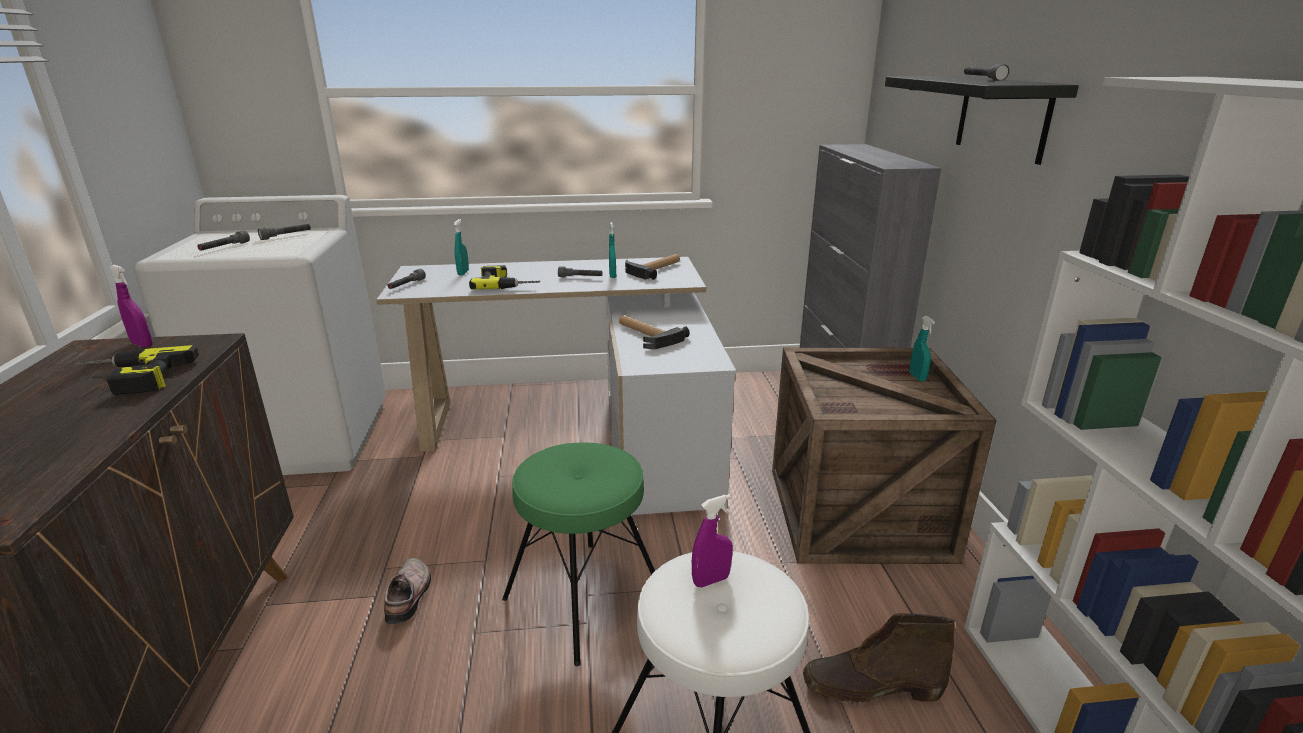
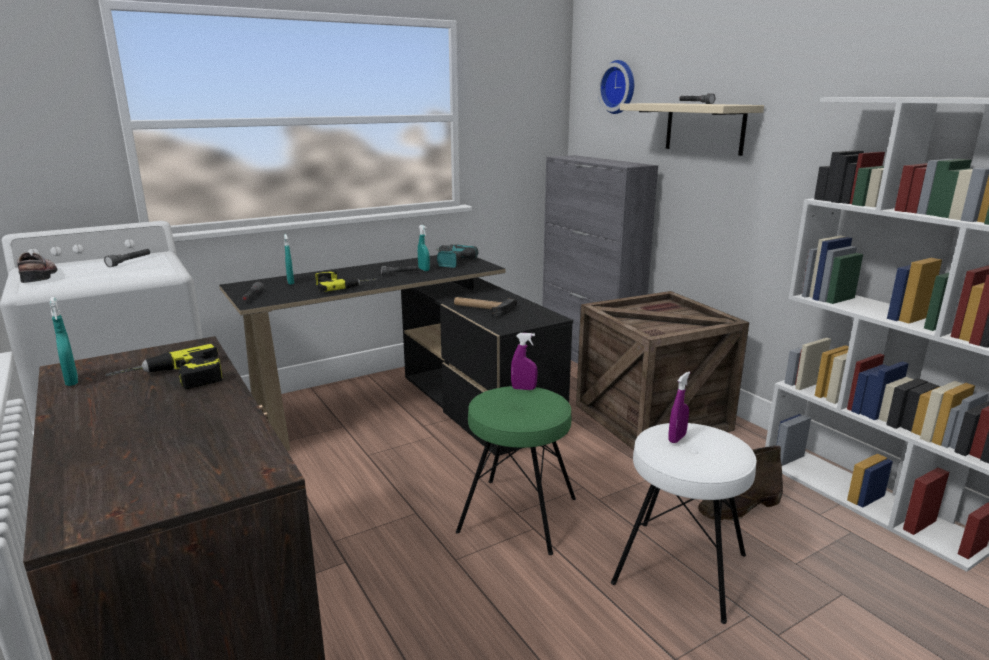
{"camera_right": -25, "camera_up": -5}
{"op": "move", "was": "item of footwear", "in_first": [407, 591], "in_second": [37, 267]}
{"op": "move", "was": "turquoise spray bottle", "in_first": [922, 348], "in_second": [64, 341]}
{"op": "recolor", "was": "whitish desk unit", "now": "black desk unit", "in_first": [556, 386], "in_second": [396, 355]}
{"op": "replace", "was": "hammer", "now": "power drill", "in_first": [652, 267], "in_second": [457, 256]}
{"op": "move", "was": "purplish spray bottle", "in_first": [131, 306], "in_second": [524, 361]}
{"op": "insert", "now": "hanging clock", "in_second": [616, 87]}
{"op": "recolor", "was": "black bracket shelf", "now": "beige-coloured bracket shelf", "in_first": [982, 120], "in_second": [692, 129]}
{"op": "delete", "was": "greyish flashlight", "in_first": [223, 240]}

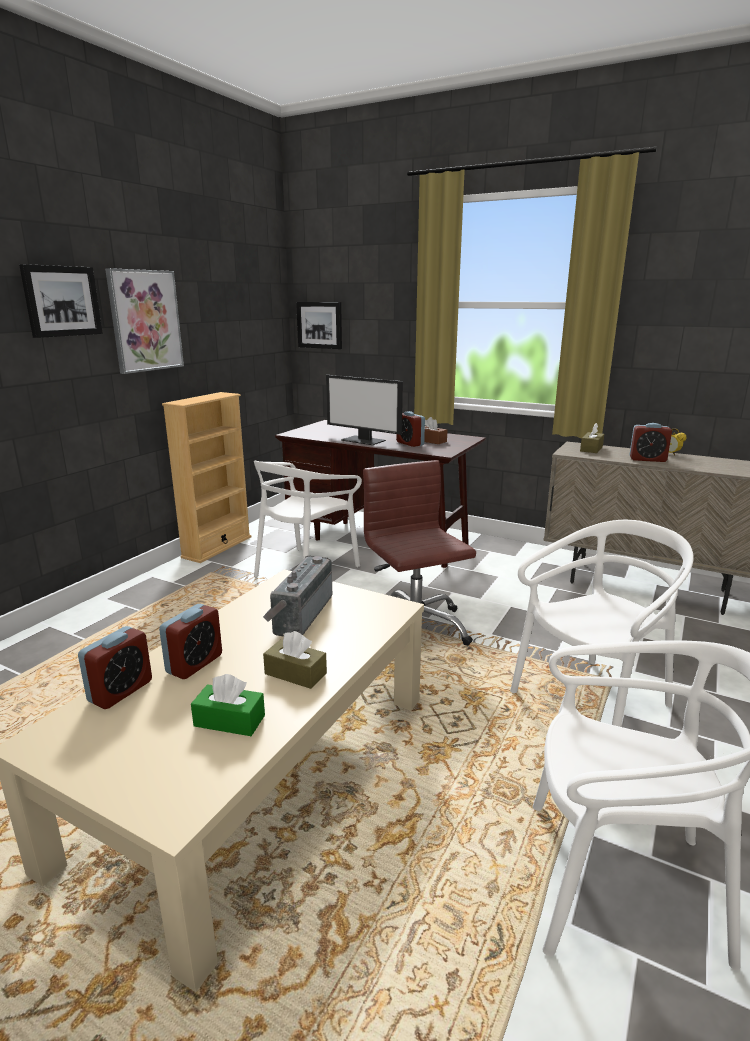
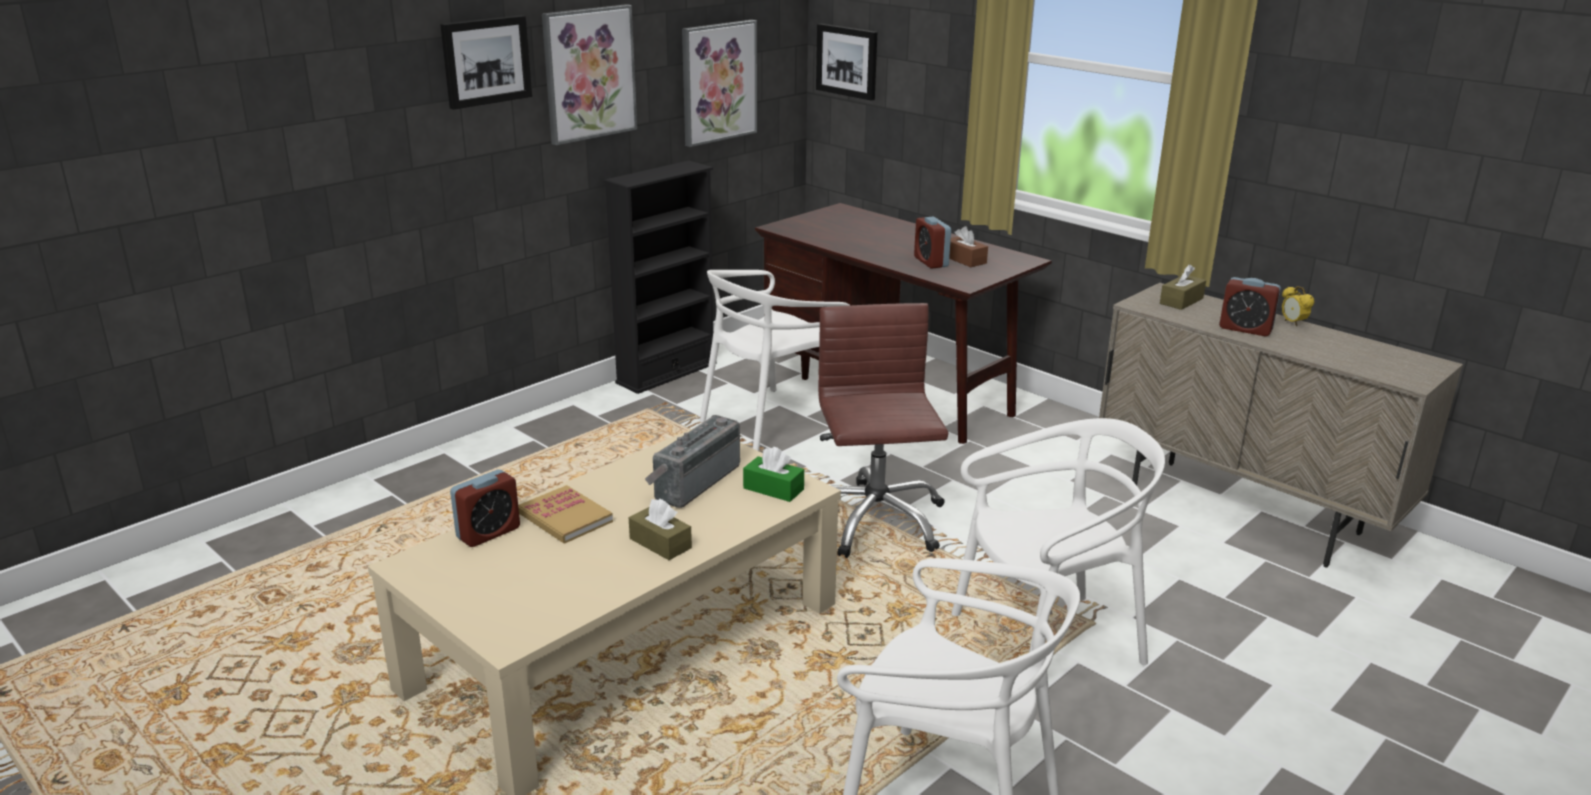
{"camera_right": 15, "camera_up": 5}
{"op": "replace", "was": "table clock", "now": "volume", "in_first": [190, 641], "in_second": [565, 514]}
{"op": "recolor", "was": "beige-coloured shelving unit", "now": "black shelving unit", "in_first": [207, 477], "in_second": [660, 277]}
{"op": "insert", "now": "wall art", "in_second": [719, 83]}
{"op": "move", "was": "green tissue holder", "in_first": [228, 705], "in_second": [773, 474]}
{"op": "delete", "was": "computer display", "in_first": [364, 410]}

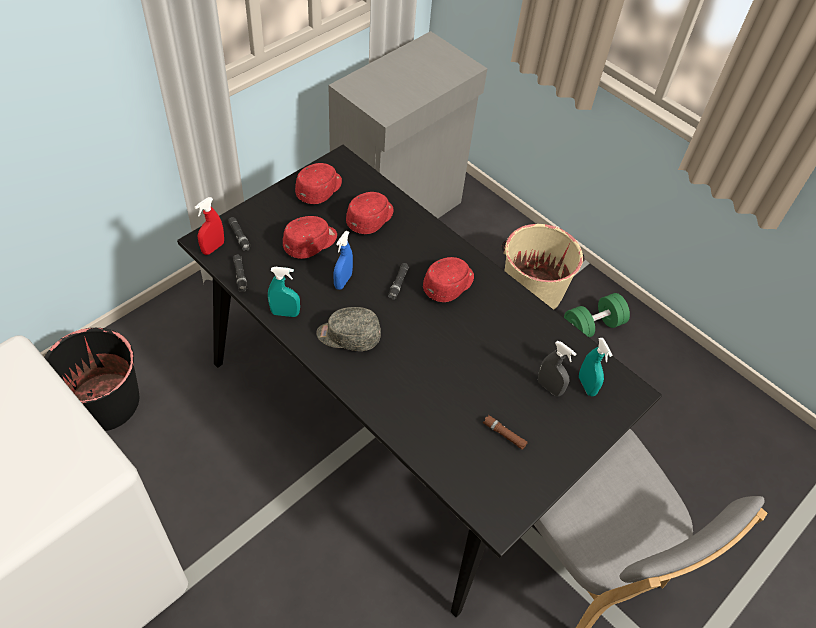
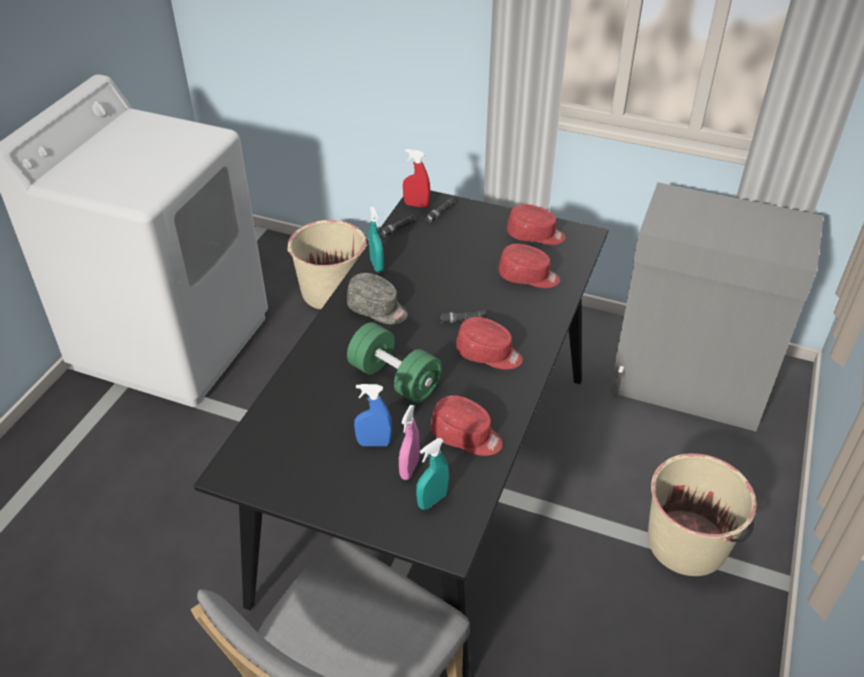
{"camera_right": 70, "camera_up": -10}
{"op": "recolor", "was": "black pail", "now": "beige-coloured pail", "in_first": [91, 379], "in_second": [327, 265]}
{"op": "rotate", "was": "greyish cap", "in_first": [348, 329], "in_second": [377, 298], "clockwise": 135}
{"op": "move", "was": "green hand weight", "in_first": [597, 315], "in_second": [394, 362]}
{"op": "move", "was": "bluish spray bottle", "in_first": [343, 260], "in_second": [373, 415]}
{"op": "recolor", "was": "greyish spray bottle", "now": "pinkish spray bottle", "in_first": [557, 368], "in_second": [409, 442]}
{"op": "move", "was": "red cap", "in_first": [310, 237], "in_second": [467, 425]}
{"op": "delete", "was": "brown flashlight", "in_first": [505, 432]}

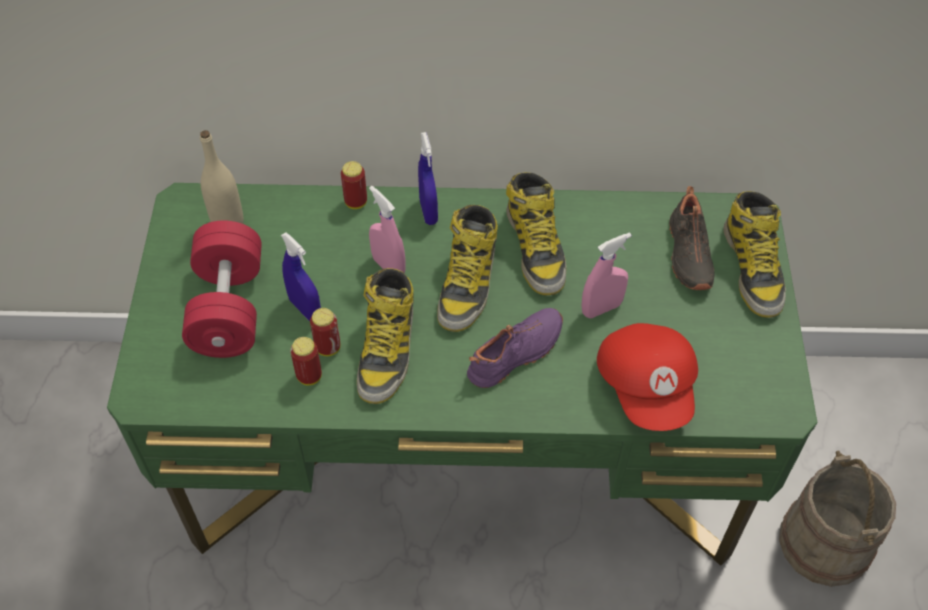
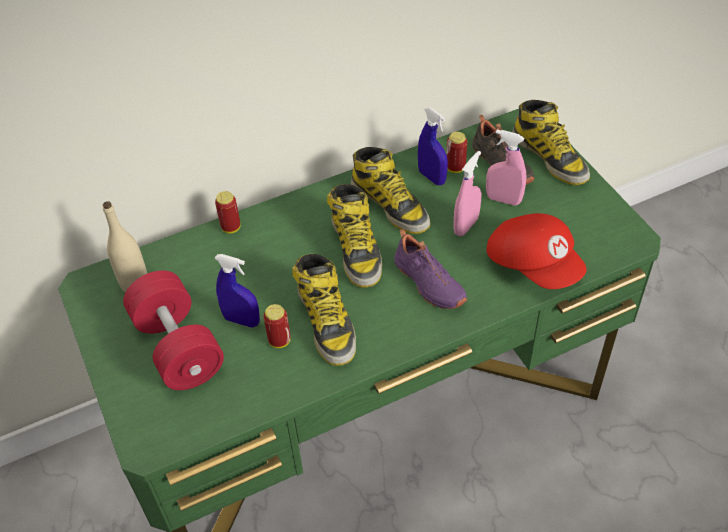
{"camera_right": -25, "camera_up": -5}
{"op": "rotate", "was": "purplish item of footwear", "in_first": [515, 348], "in_second": [430, 269], "clockwise": 120}
{"op": "move", "was": "bluish spray bottle", "in_first": [428, 178], "in_second": [433, 146]}
{"op": "move", "was": "sealed can", "in_first": [306, 361], "in_second": [456, 152]}
{"op": "move", "was": "pinkish spray bottle", "in_first": [387, 230], "in_second": [506, 168]}
{"op": "delete", "was": "beige-coloured pail", "in_first": [837, 519]}

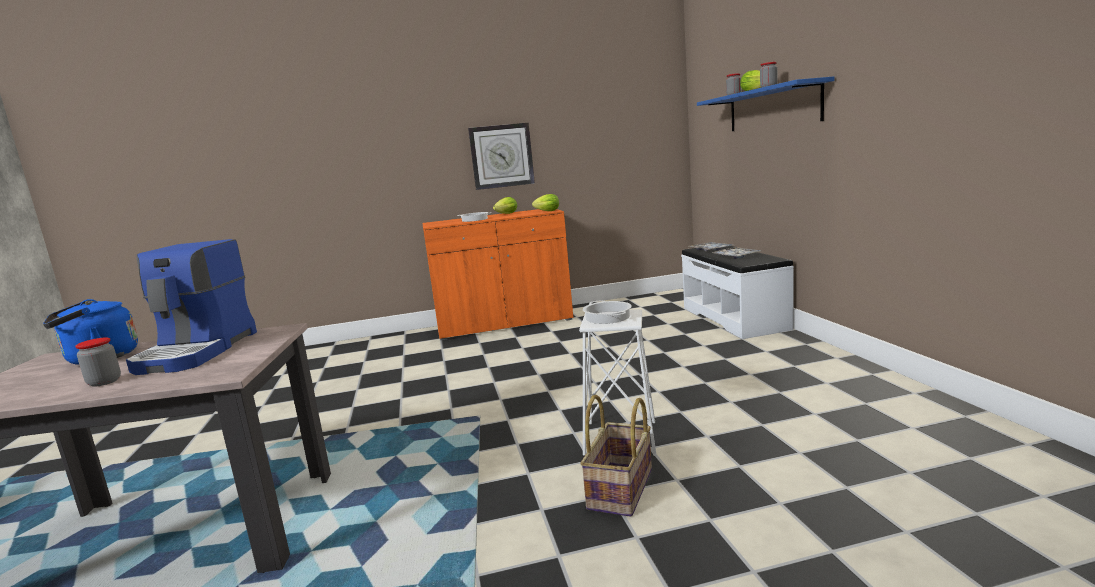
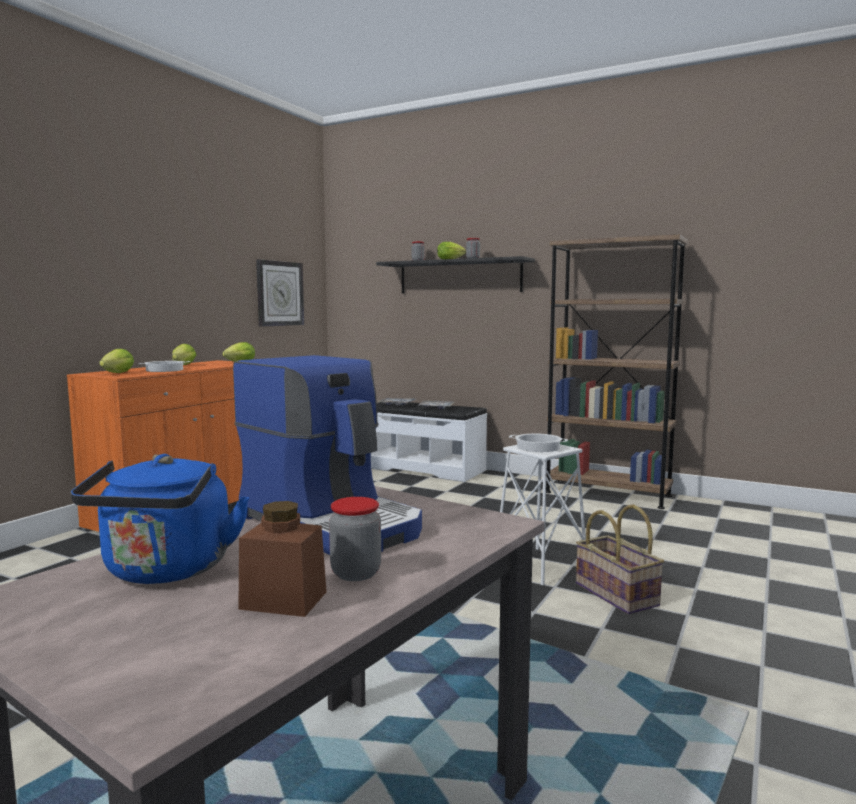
{"camera_right": -50, "camera_up": -5}
{"op": "insert", "now": "lettuce head", "in_second": [116, 361]}
{"op": "insert", "now": "brown jar", "in_second": [283, 559]}
{"op": "move", "was": "hanging clock", "in_first": [501, 156], "in_second": [280, 293]}
{"op": "recolor", "was": "bluish bracket shelf", "now": "black bracket shelf", "in_first": [766, 103], "in_second": [455, 274]}
{"op": "insert", "now": "brown shelving unit", "in_second": [617, 371]}

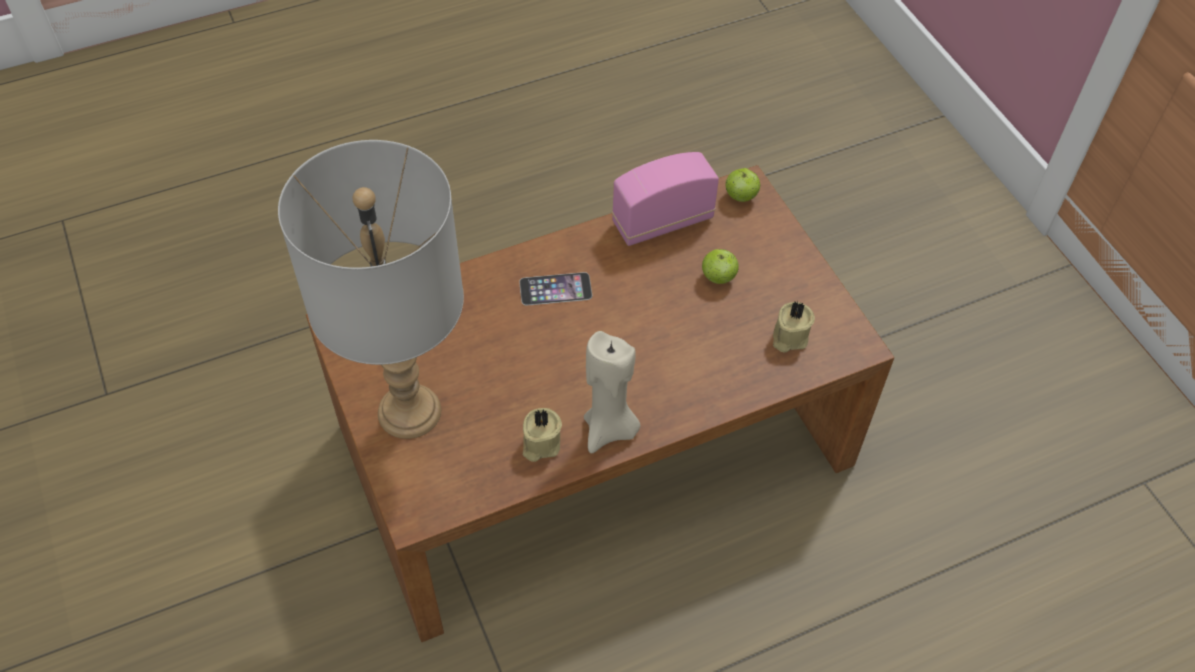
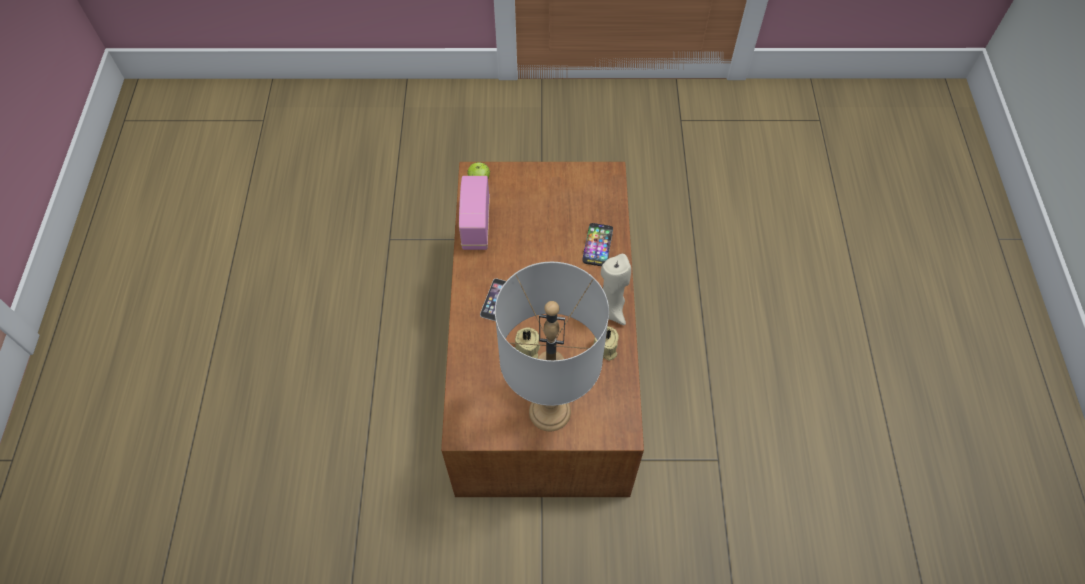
{"camera_right": -65, "camera_up": 5}
{"op": "move", "was": "beige-coloured candle", "in_first": [794, 326], "in_second": [527, 343]}
{"op": "insert", "now": "telephone", "in_second": [597, 244]}
{"op": "delete", "was": "apple fruit", "in_first": [720, 266]}

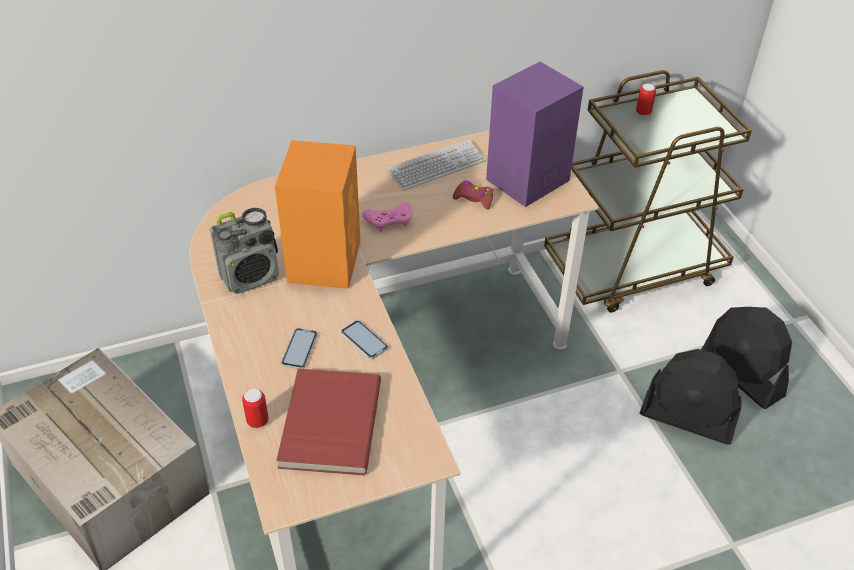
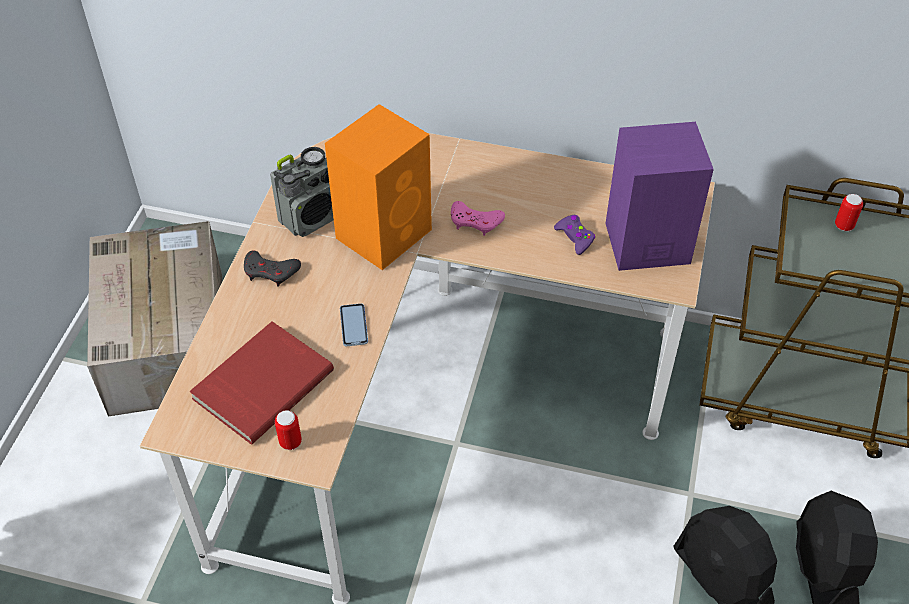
{"camera_right": 35, "camera_up": 5}
{"op": "insert", "now": "greyish joypad", "in_second": [272, 268]}
{"op": "rotate", "was": "radio set", "in_first": [244, 251], "in_second": [302, 192], "clockwise": -45}
{"op": "move", "was": "sealed can", "in_first": [255, 408], "in_second": [288, 430]}
{"op": "recolor", "was": "red joypad", "now": "purplish joypad", "in_first": [473, 195], "in_second": [574, 235]}
{"op": "delete", "was": "telephone", "in_first": [299, 348]}
{"op": "delete", "was": "keyboard", "in_first": [436, 164]}

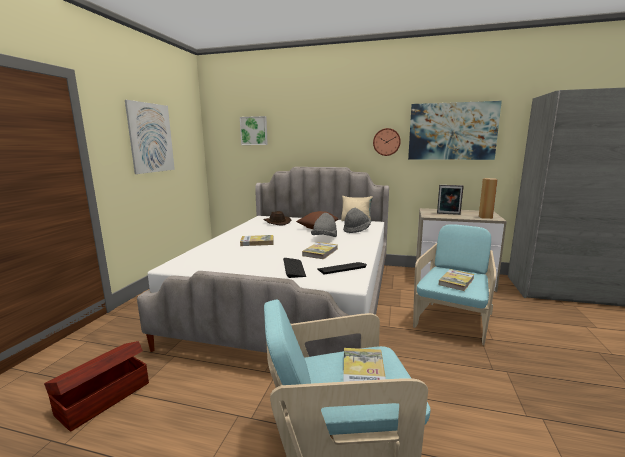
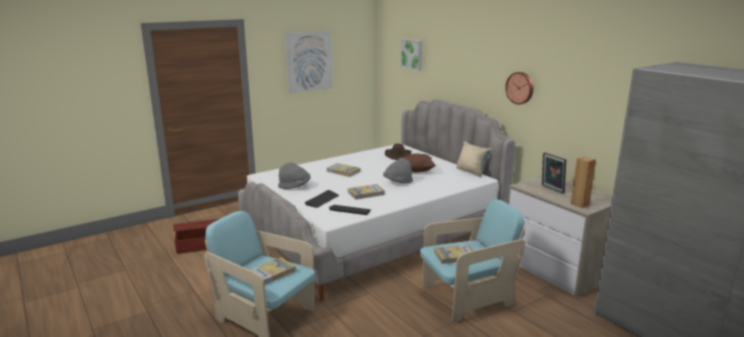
{"camera_right": 40, "camera_up": 5}
{"op": "move", "was": "greyish clothing hat", "in_first": [357, 220], "in_second": [294, 175]}
{"op": "delete", "was": "wall art", "in_first": [455, 130]}

